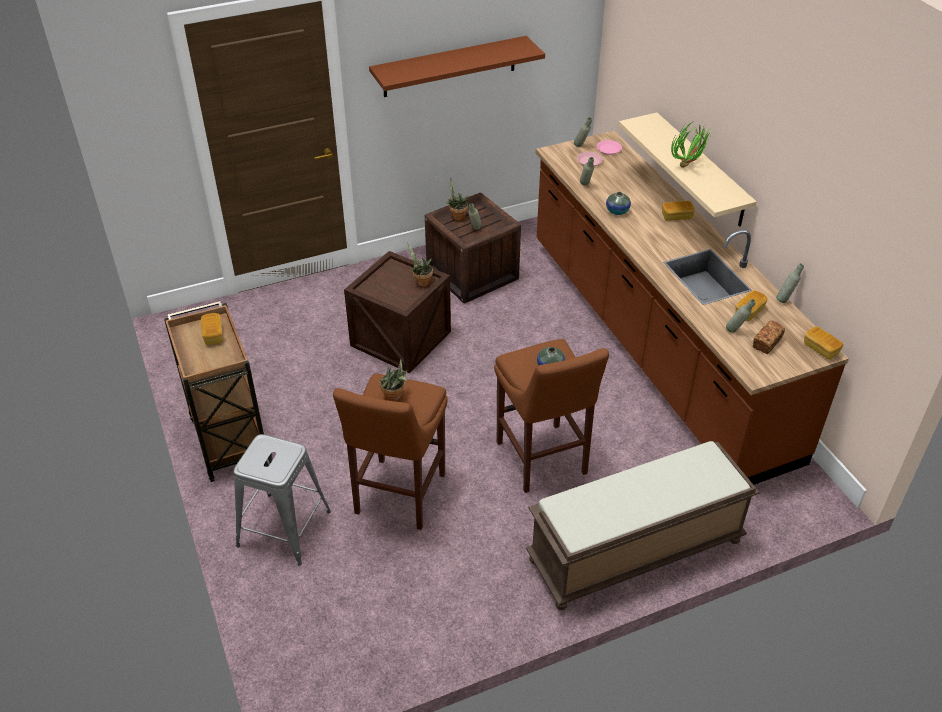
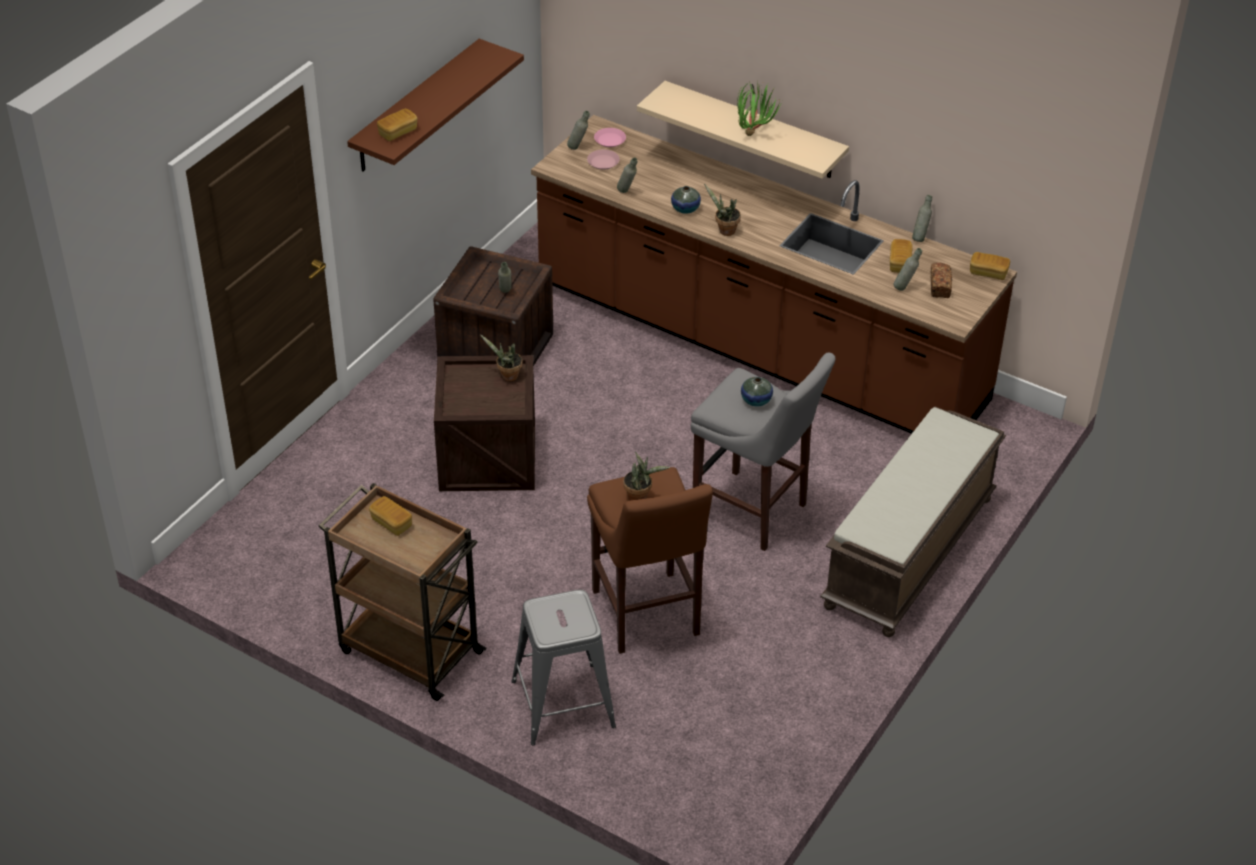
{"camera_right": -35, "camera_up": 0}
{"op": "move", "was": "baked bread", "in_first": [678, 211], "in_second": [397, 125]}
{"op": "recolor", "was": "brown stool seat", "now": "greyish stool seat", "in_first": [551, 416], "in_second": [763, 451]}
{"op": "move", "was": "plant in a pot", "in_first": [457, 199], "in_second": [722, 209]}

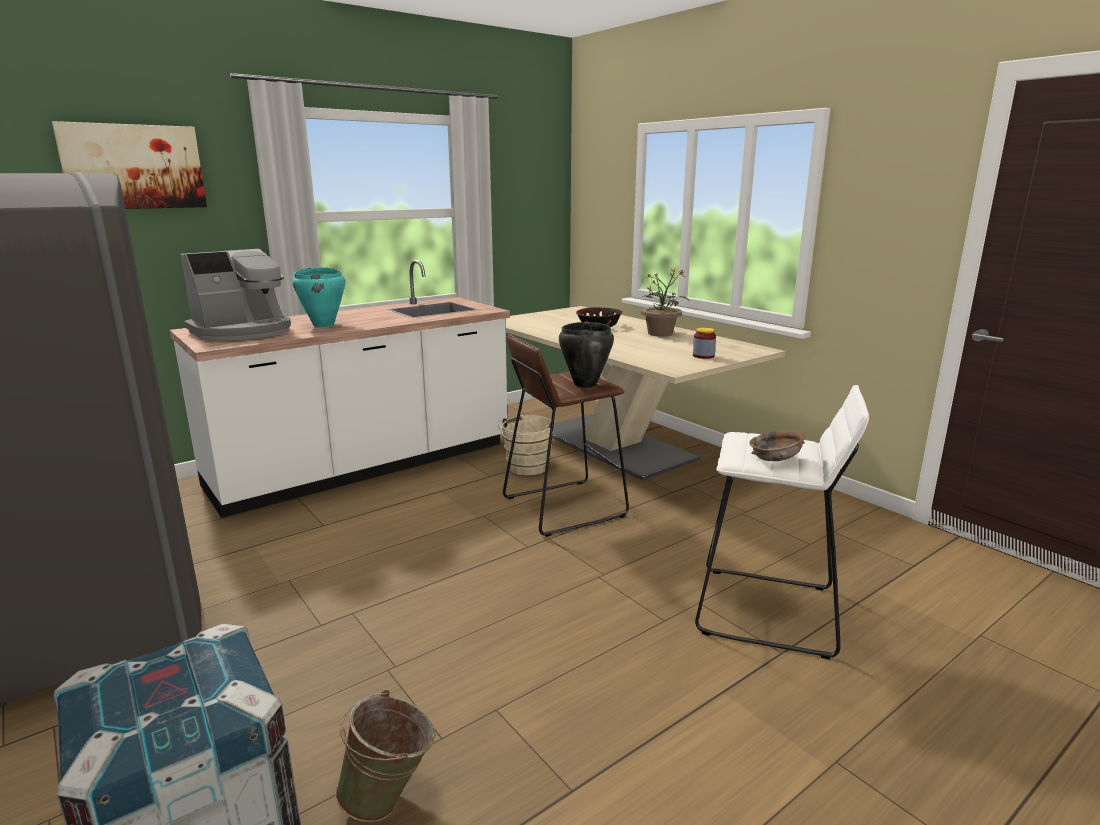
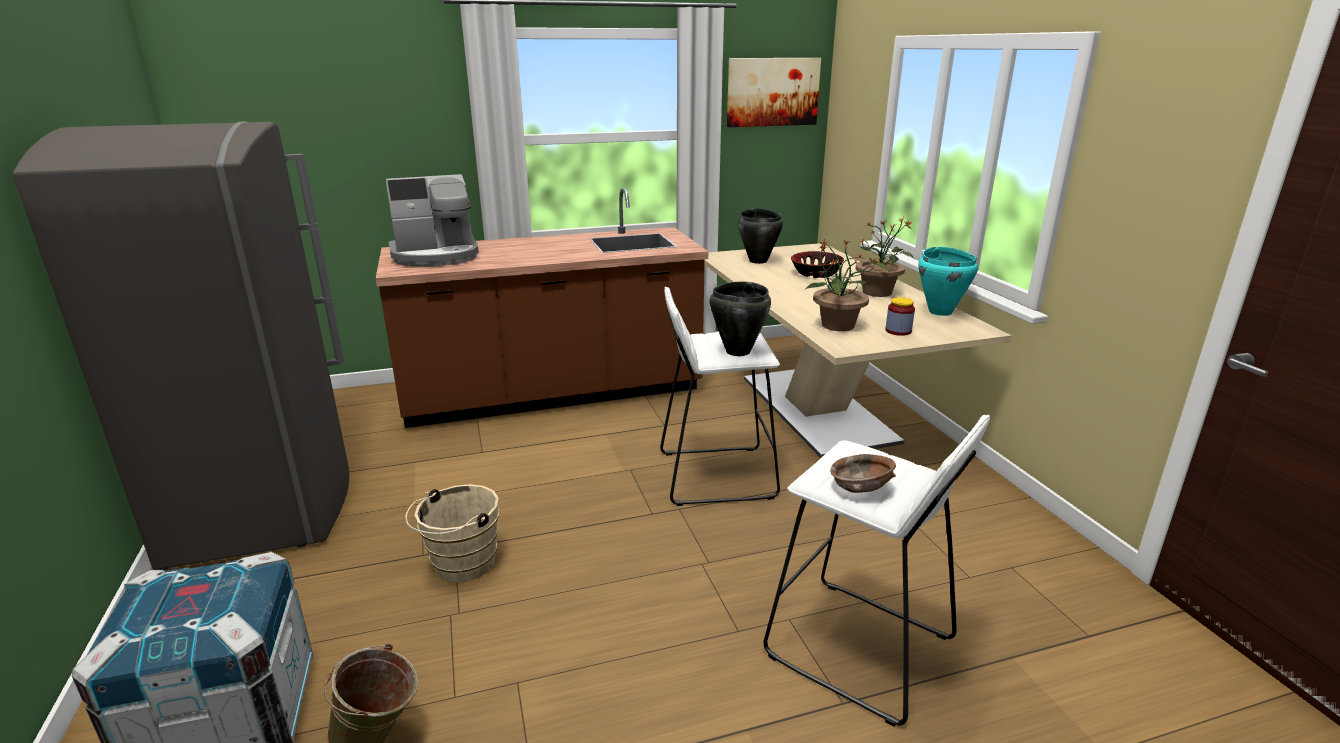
{"camera_right": 20, "camera_up": 5}
{"op": "recolor", "was": "whitish kitchen base unit", "now": "brown kitchen base unit", "in_first": [340, 389], "in_second": [542, 308]}
{"op": "move", "was": "beige-coloured pail", "in_first": [526, 445], "in_second": [452, 533]}
{"op": "recolor", "was": "brown stool seat", "now": "whitish stool seat", "in_first": [566, 435], "in_second": [720, 396]}
{"op": "move", "was": "wall art", "in_first": [129, 165], "in_second": [774, 92]}
{"op": "insert", "now": "black saucepot", "in_second": [760, 236]}
{"op": "insert", "now": "plant in a pot", "in_second": [842, 285]}
{"op": "move", "was": "turquoise saucepot", "in_first": [319, 297], "in_second": [948, 281]}

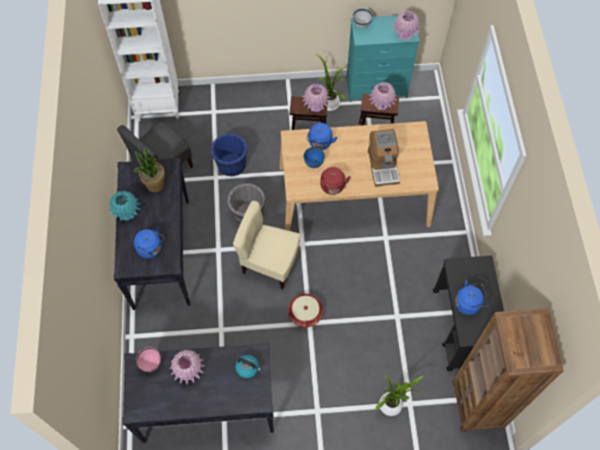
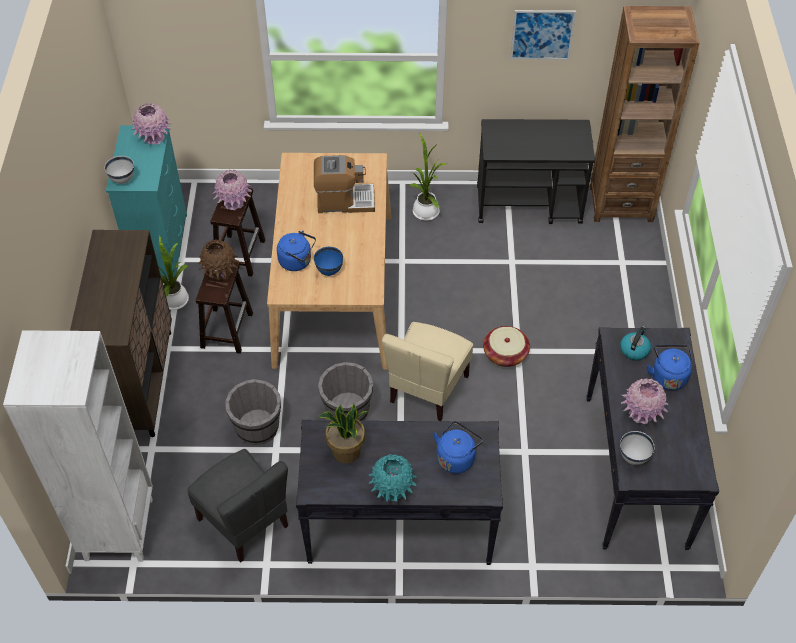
{"camera_right": -85, "camera_up": -10}
{"op": "insert", "now": "brown storage cabinet", "in_second": [121, 333]}
{"op": "recolor", "was": "pinkish flower vase", "now": "brown flower vase", "in_first": [316, 98], "in_second": [218, 260]}
{"op": "recolor", "was": "bluish pail", "now": "greyish pail", "in_first": [229, 154], "in_second": [253, 412]}
{"op": "move", "was": "plant in a pot", "in_first": [400, 395], "in_second": [428, 176]}
{"op": "insert", "now": "wall art", "in_second": [543, 35]}
{"op": "recolor", "was": "pinkish bowl", "now": "whitish bowl", "in_first": [148, 359], "in_second": [637, 448]}
{"op": "move", "was": "bluish tea kettle", "in_first": [471, 297], "in_second": [669, 367]}
{"op": "delete", "was": "red tea kettle", "in_first": [335, 181]}

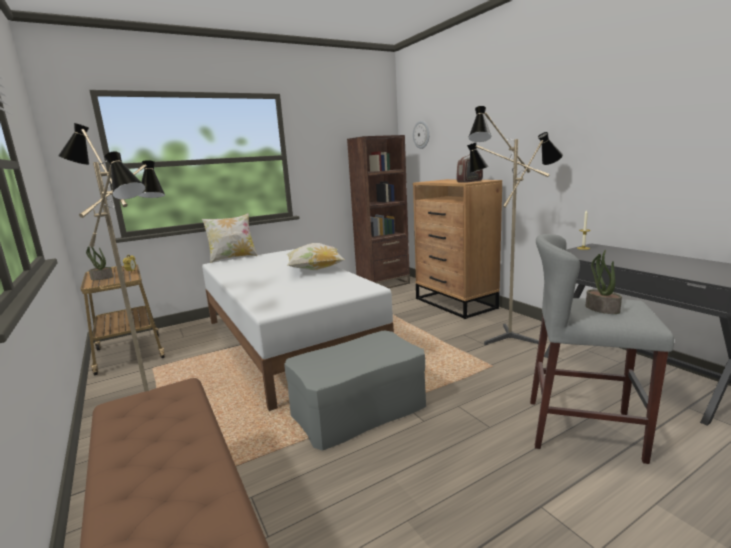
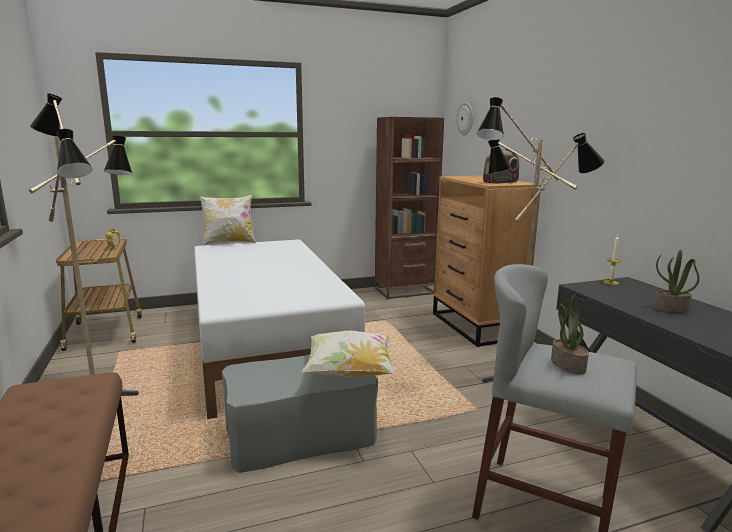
{"camera_right": 10, "camera_up": 0}
{"op": "move", "was": "pillow", "in_first": [316, 256], "in_second": [348, 354]}
{"op": "move", "was": "plant in a pot", "in_first": [99, 263], "in_second": [677, 281]}

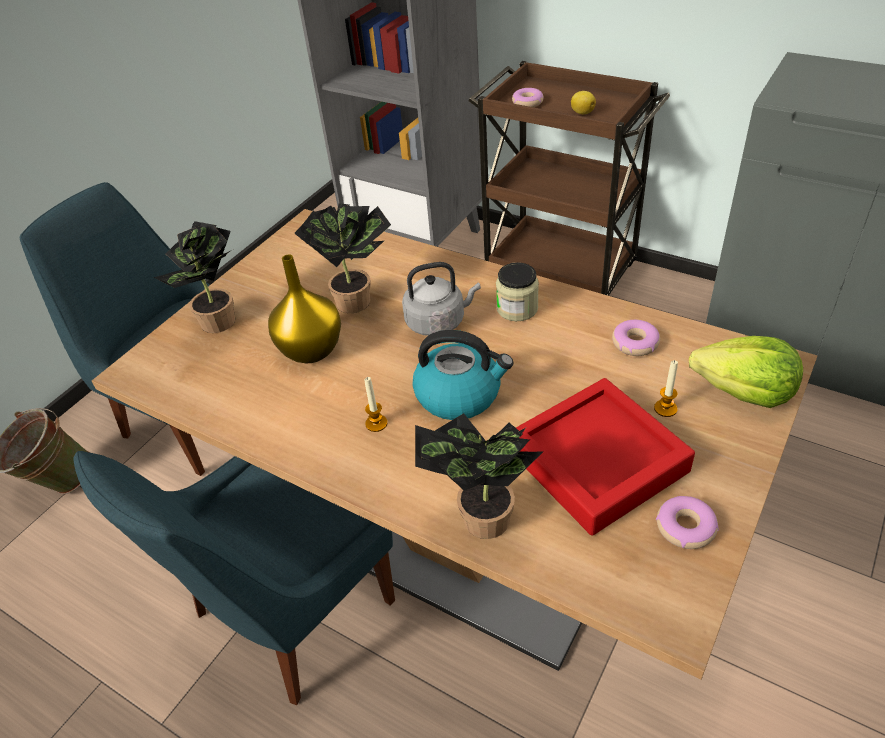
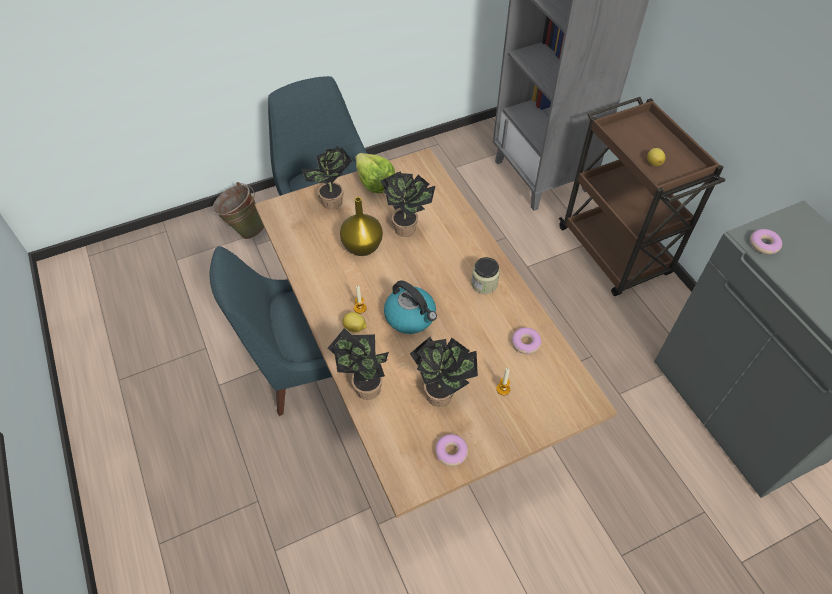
{"camera_right": 30, "camera_up": 10}
{"op": "insert", "now": "lemon", "in_second": [355, 322]}
{"op": "move", "was": "lettuce head", "in_first": [746, 372], "in_second": [375, 173]}
{"op": "replace", "was": "red tray", "now": "plant in a pot", "in_first": [605, 457], "in_second": [444, 372]}
{"op": "move", "was": "ring doughnut", "in_first": [528, 97], "in_second": [766, 241]}
{"op": "delete", "was": "greyish tea kettle", "in_first": [441, 299]}

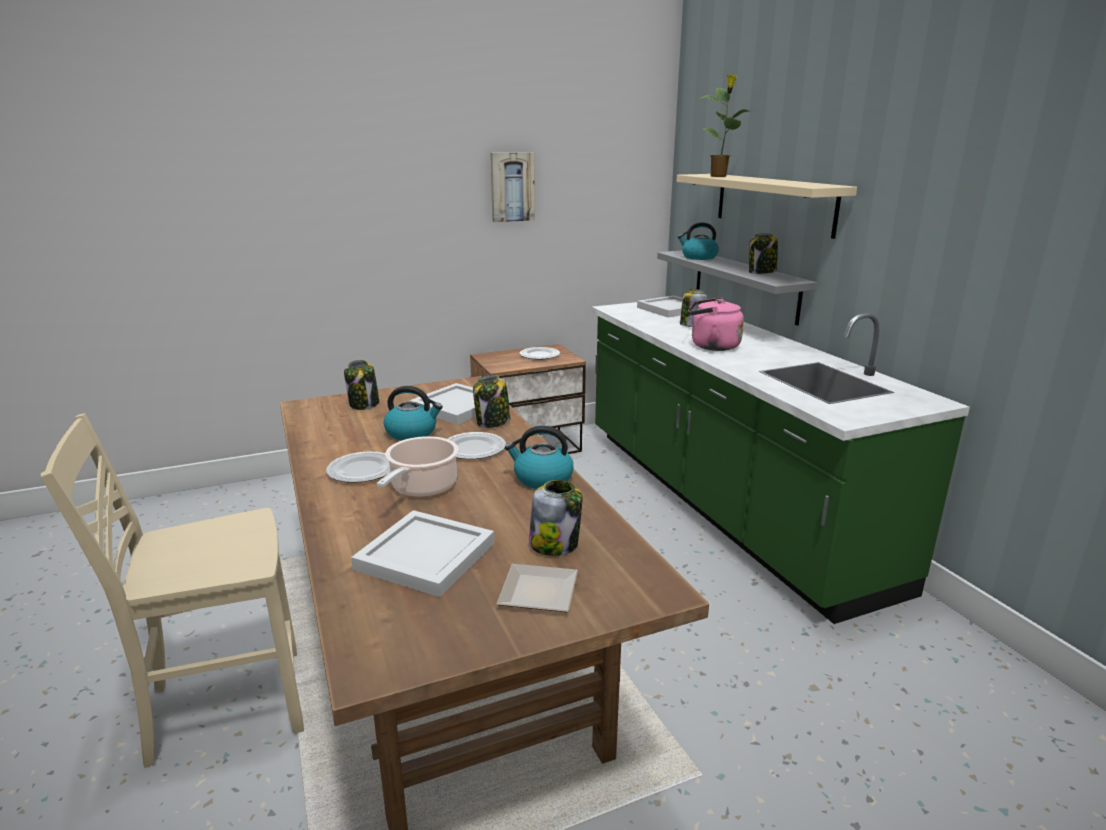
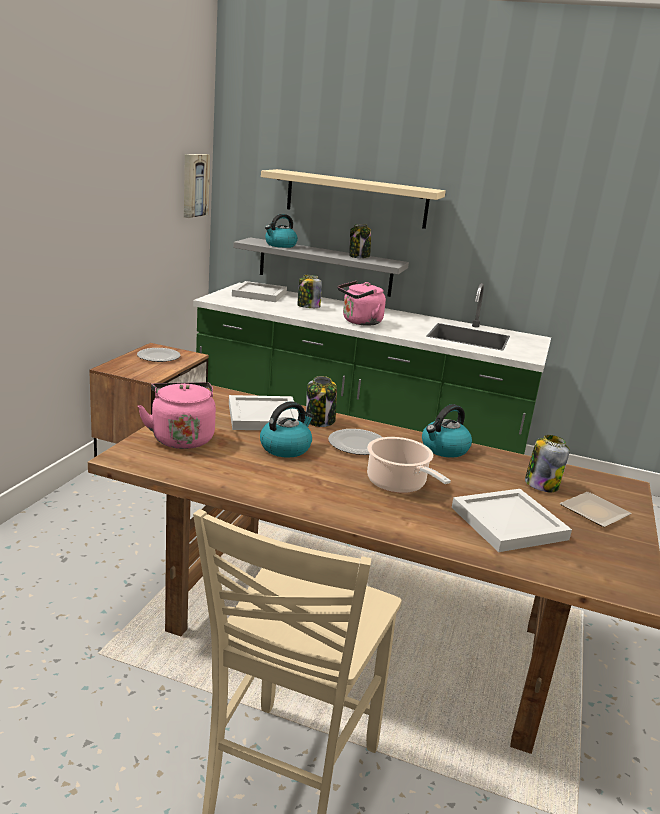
{"camera_right": -50, "camera_up": 0}
{"op": "replace", "was": "jar", "now": "pinkish tea kettle", "in_first": [361, 385], "in_second": [177, 415]}
{"op": "move", "was": "wall art", "in_first": [512, 187], "in_second": [197, 186]}
{"op": "delete", "was": "flat dish", "in_first": [358, 467]}
{"op": "delete", "was": "plant in a pot", "in_first": [724, 125]}

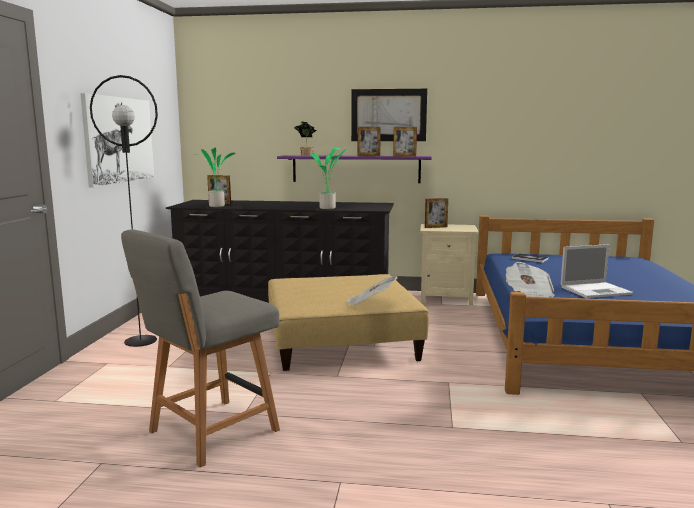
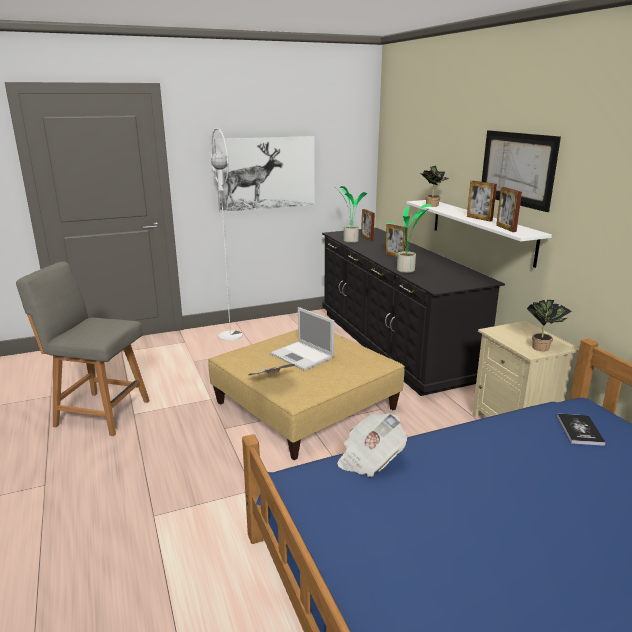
{"camera_right": 60, "camera_up": 10}
{"op": "recolor", "was": "black floor lamp", "now": "whitish floor lamp", "in_first": [124, 211], "in_second": [226, 234]}
{"op": "move", "was": "notebook computer", "in_first": [597, 271], "in_second": [302, 339]}
{"op": "move", "was": "standing frame", "in_first": [436, 213], "in_second": [396, 240]}
{"op": "recolor", "was": "purplish bracket shelf", "now": "whitish bracket shelf", "in_first": [354, 169], "in_second": [479, 234]}
{"op": "insert", "now": "plant in a pot", "in_second": [549, 325]}

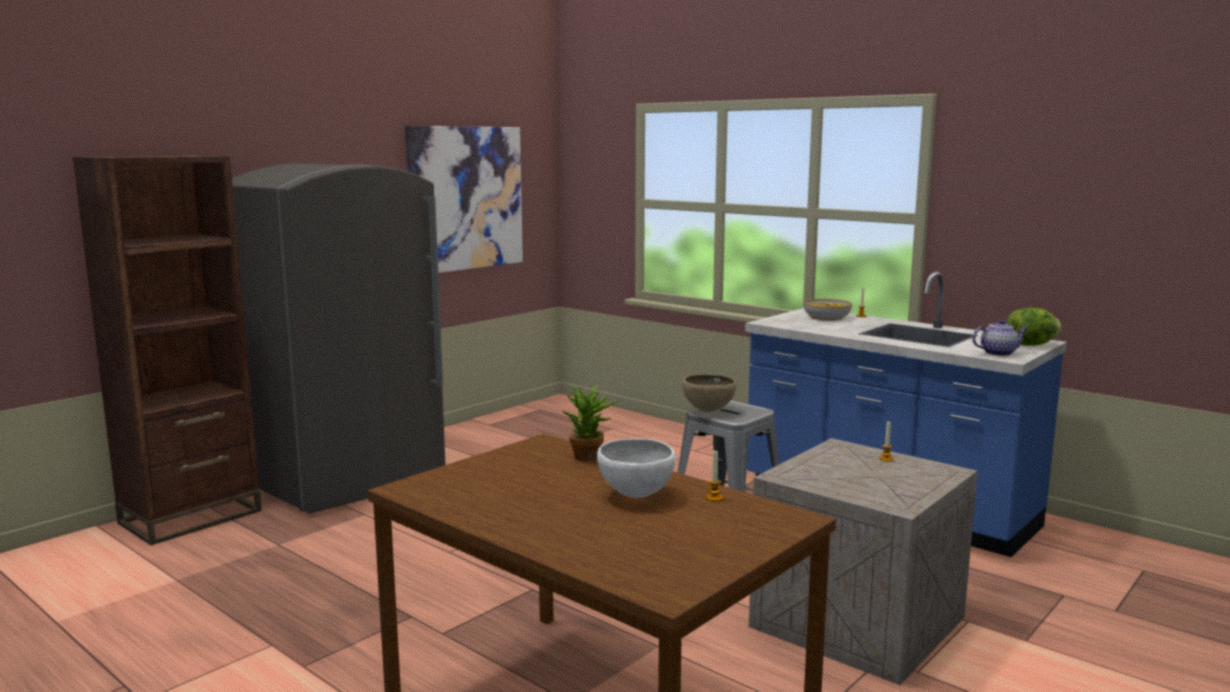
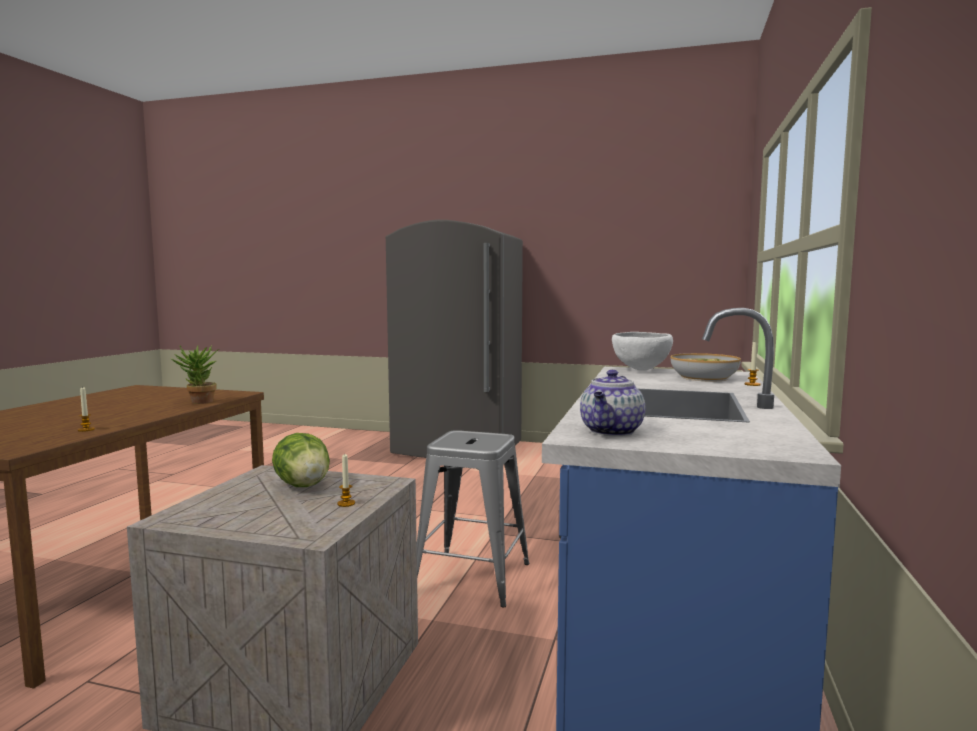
{"camera_right": 65, "camera_up": -5}
{"op": "move", "was": "lettuce head", "in_first": [1034, 327], "in_second": [301, 460]}
{"op": "rotate", "was": "pot for tea", "in_first": [1000, 337], "in_second": [612, 403], "clockwise": 60}
{"op": "move", "was": "whitish bowl", "in_first": [636, 468], "in_second": [642, 351]}
{"op": "delete", "was": "brown shelving unit", "in_first": [167, 350]}
{"op": "delete", "was": "wall art", "in_first": [464, 199]}
{"op": "delete", "was": "brown bowl", "in_first": [709, 393]}

